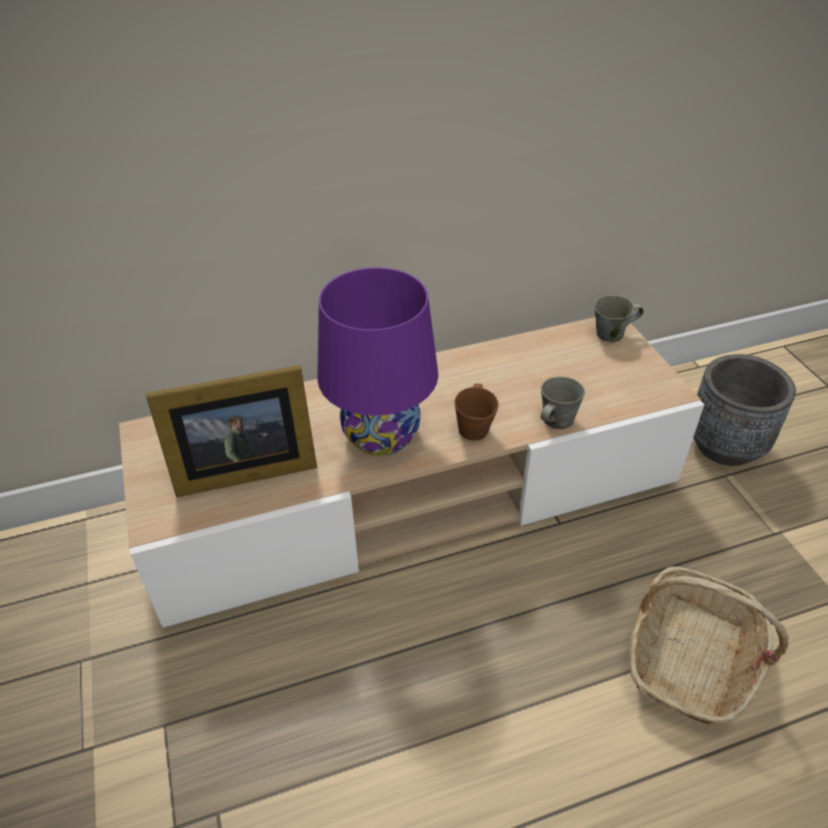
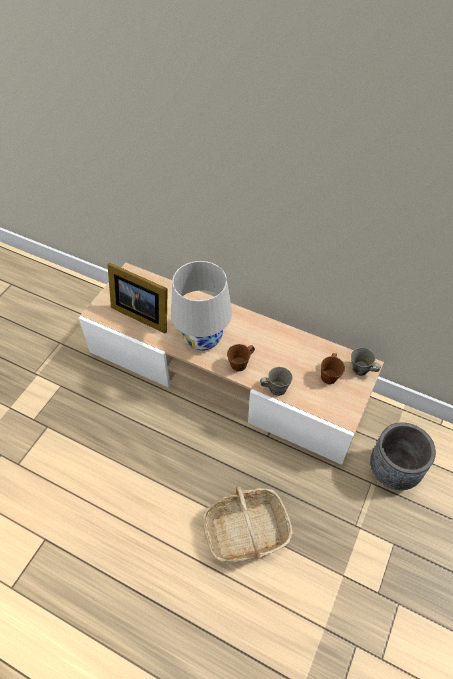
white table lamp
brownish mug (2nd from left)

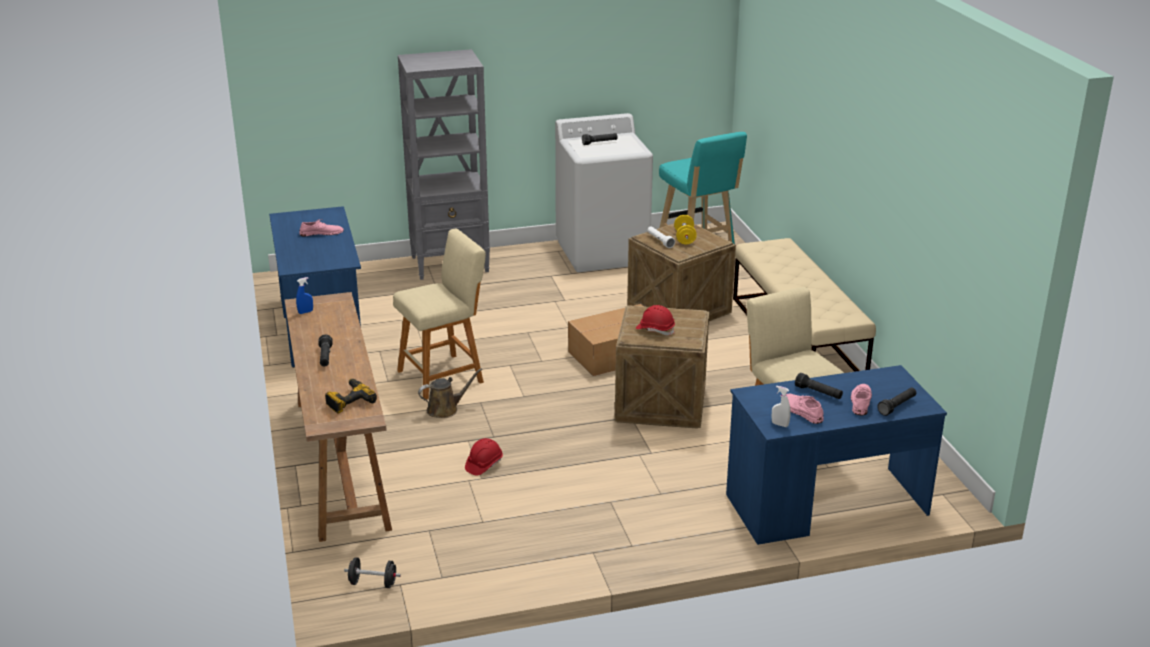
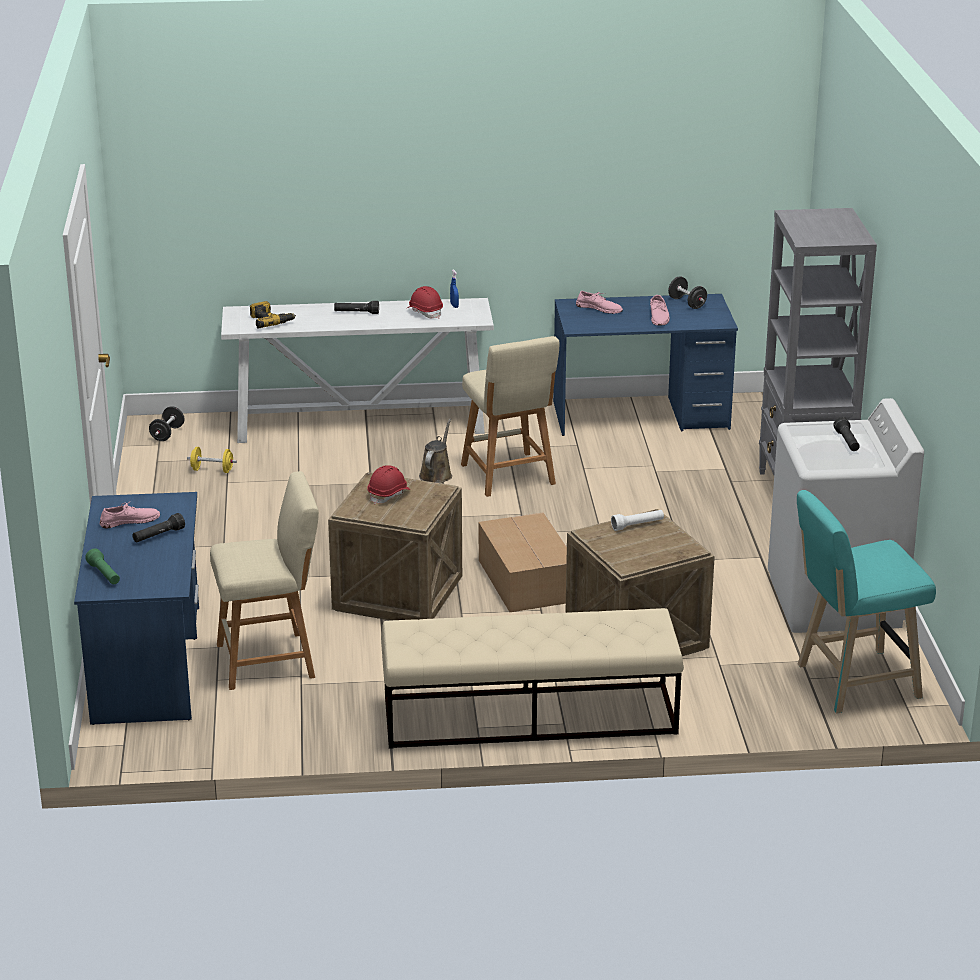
white hall table
brownish watering pot
reddish work helmet (2nd from left)
yellowish dumbbell
white hand sprayer
pink-coloured shoe (2nd from left)
green-coloured torch
black-coloured dumbbell (2nd from left)

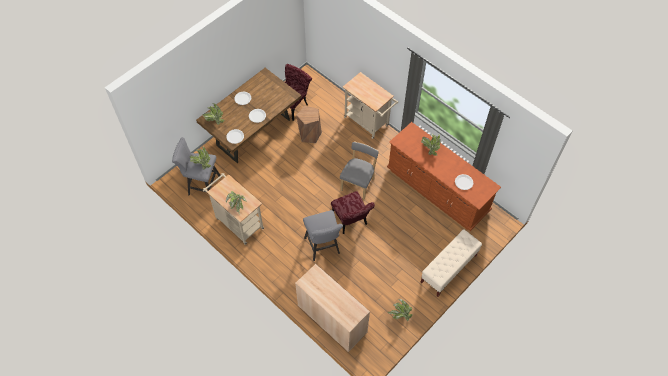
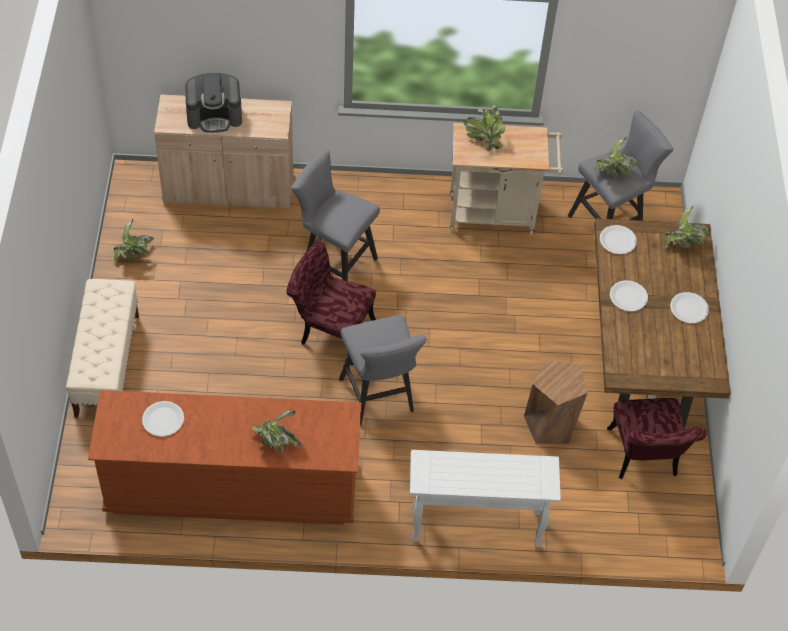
gray sitting stool (2nd from left)
white hall table
coffee machine

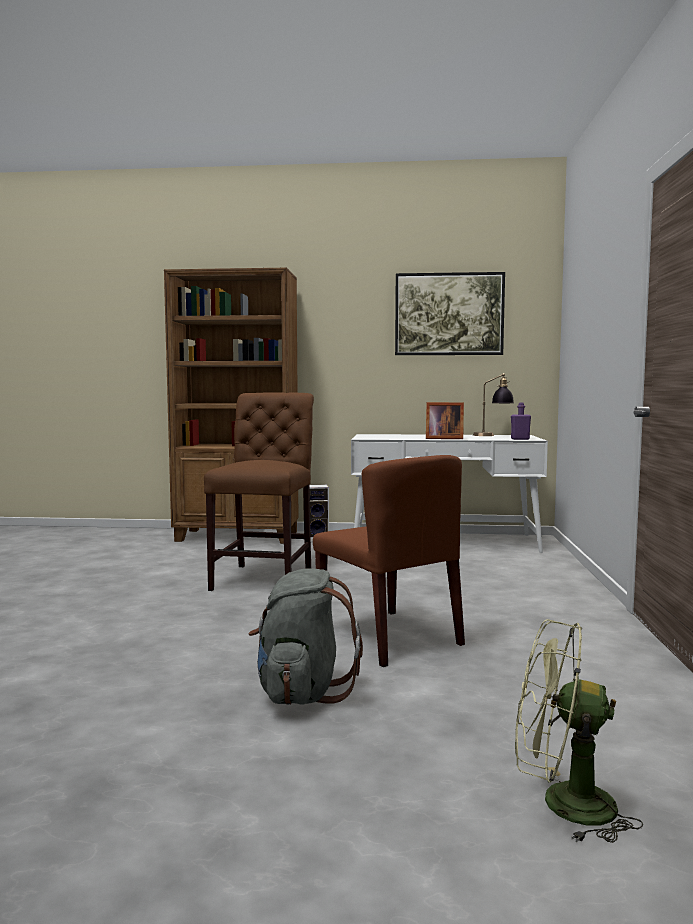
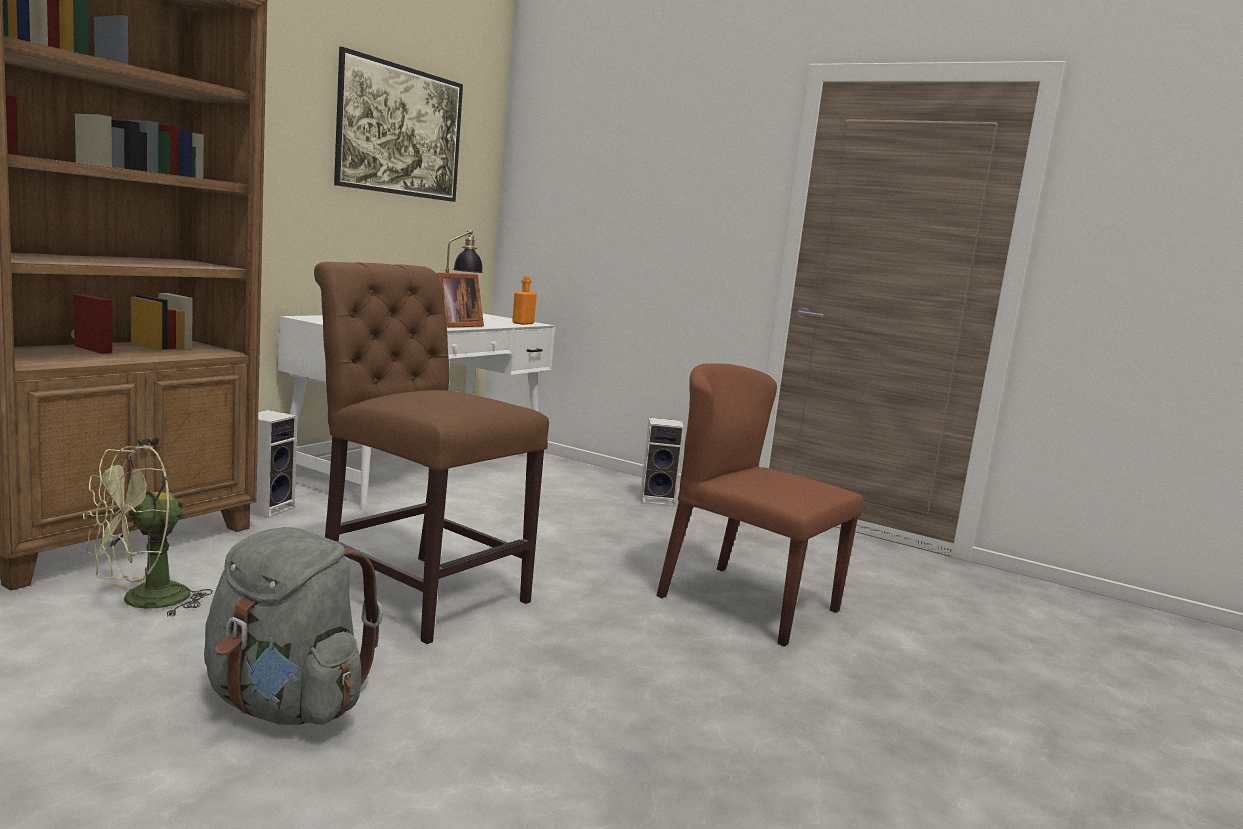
gray rucksack
brownish chair (2nd from left)
orange-coloured bottle
green-coloured electric fan
audio speaker (2nd from left)

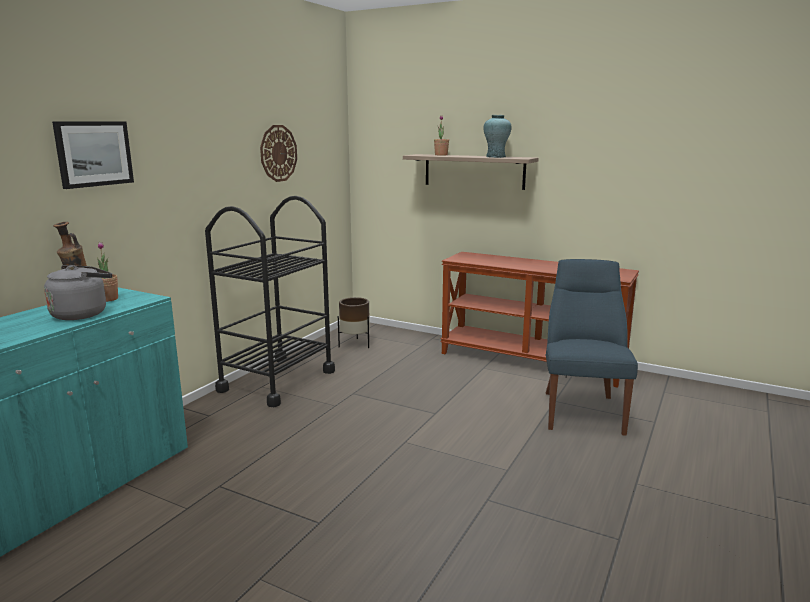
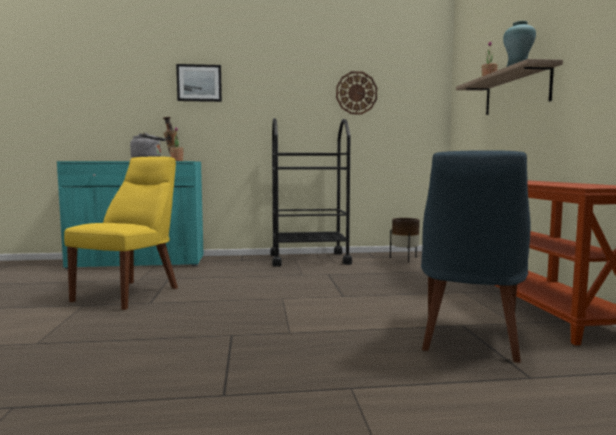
blue-coloured chair
yellowish chair

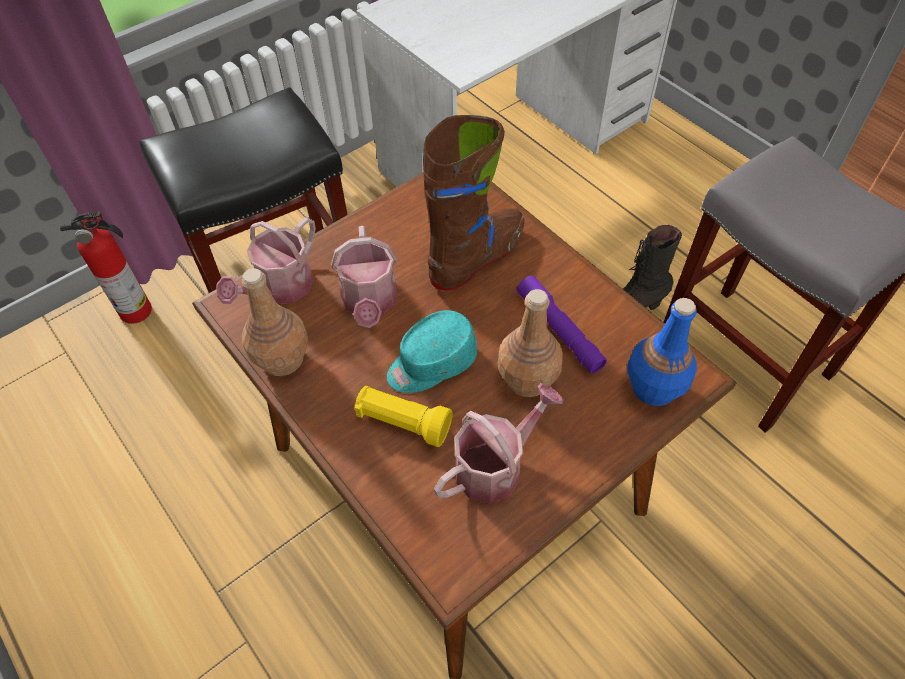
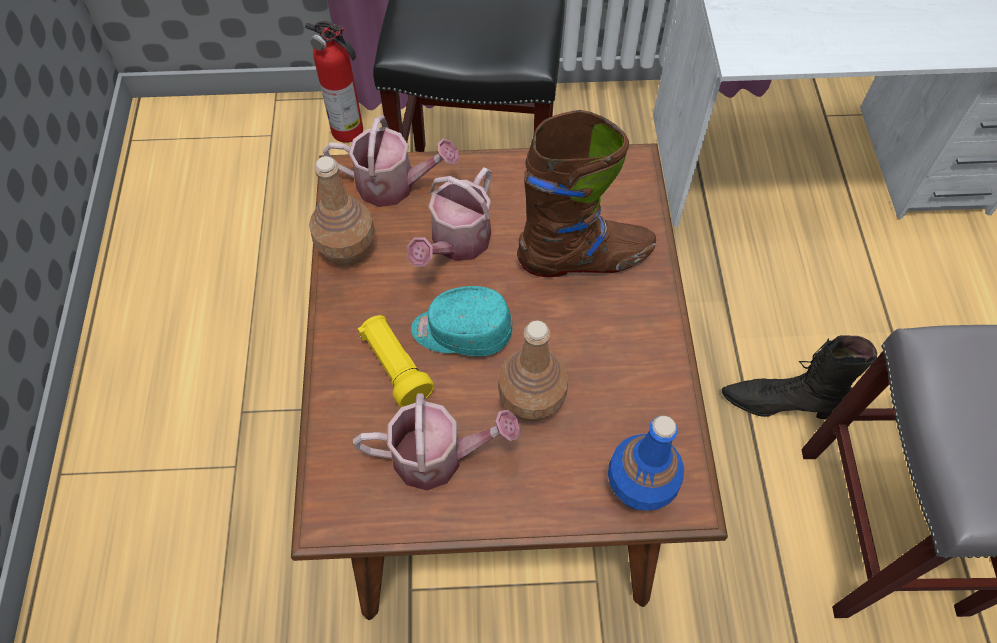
watering pot (1st from left)
purplish torch

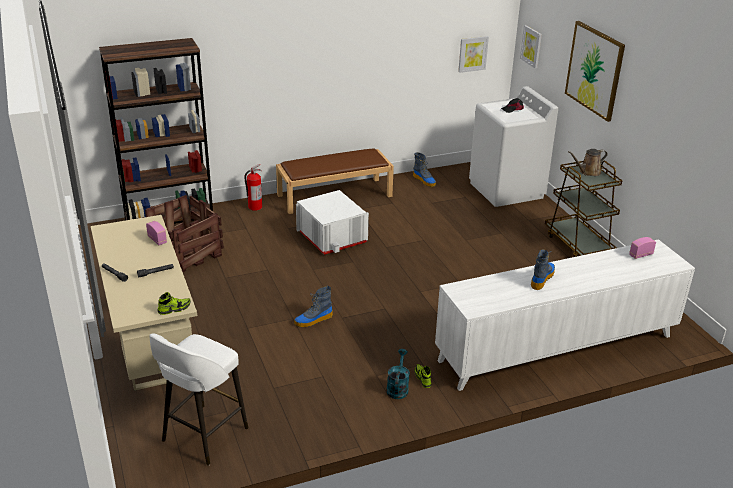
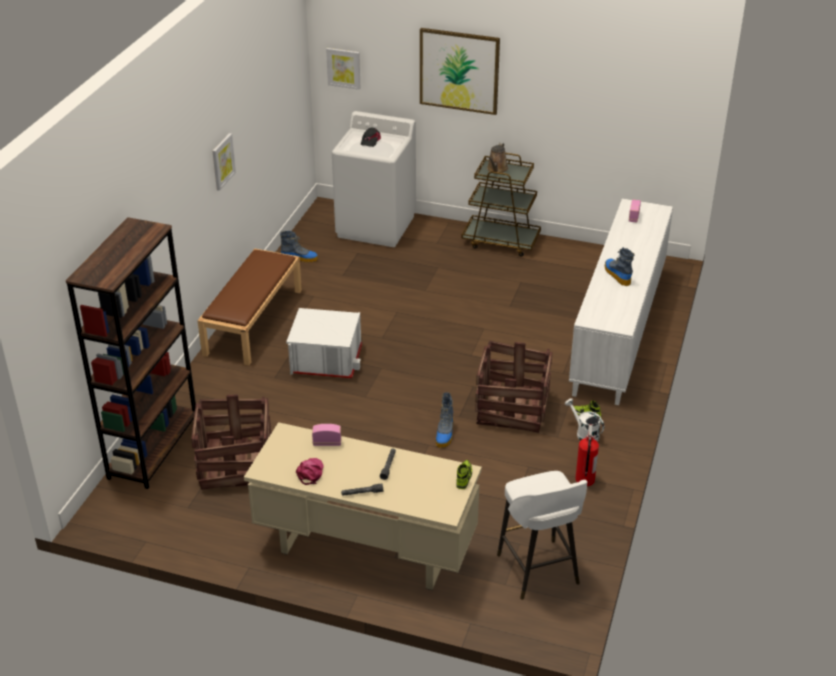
fire extinguisher
white watering pot
wall art (1st from left)
pink-coloured baseball cap
crate (2nd from left)

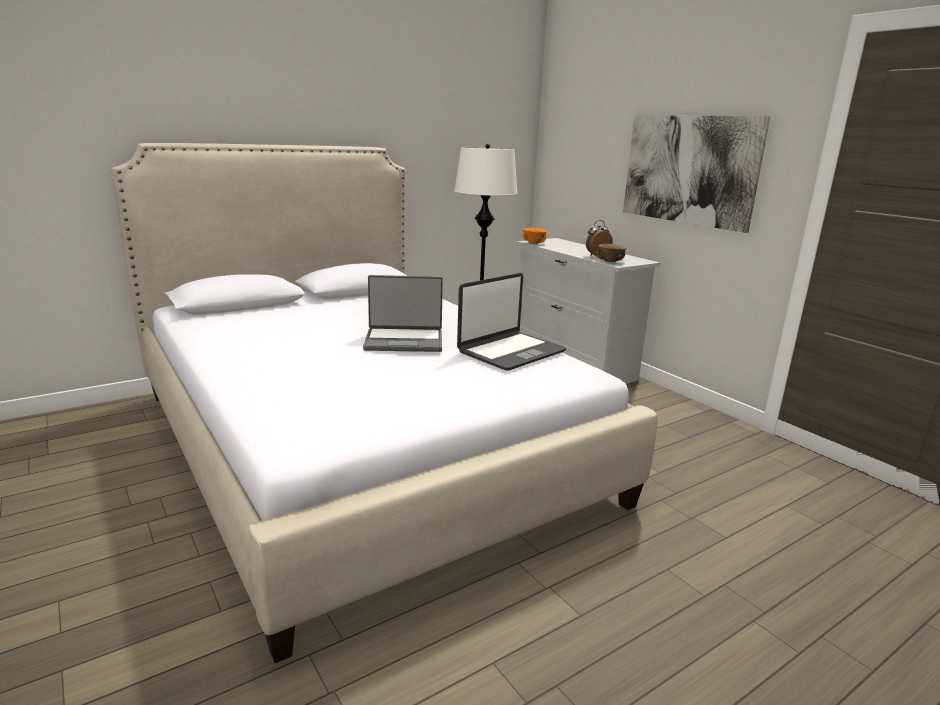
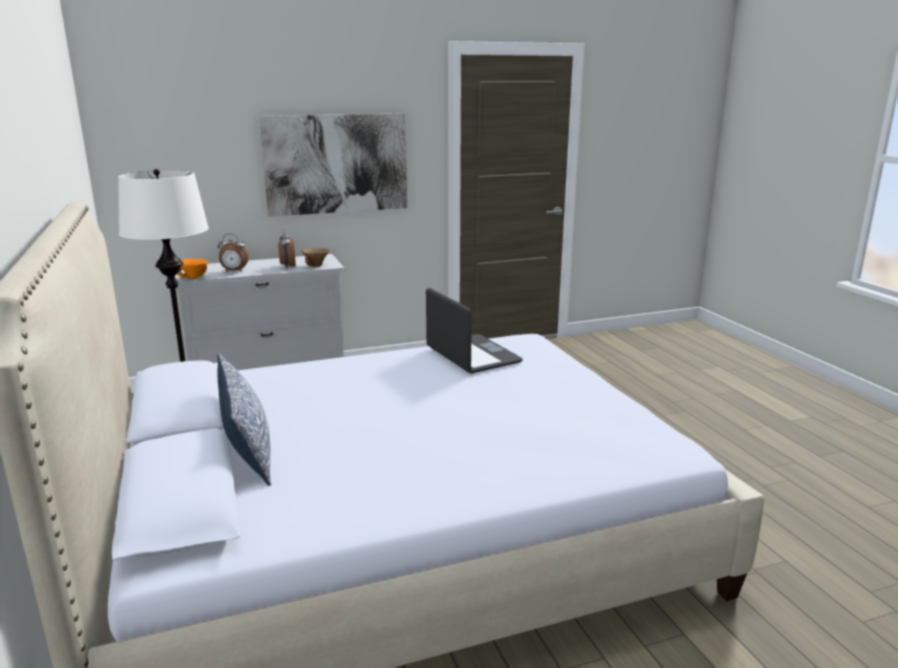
laptop (1st from left in the first image)
cushion
table clock (1st from left)

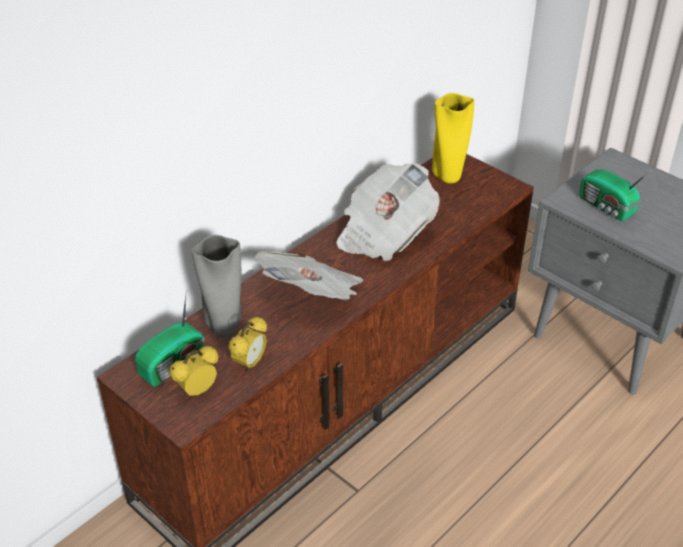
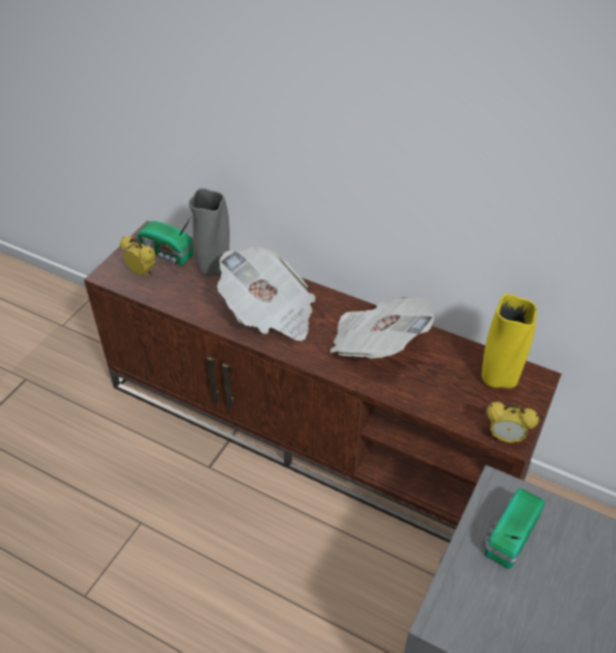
table clock (2nd from left)

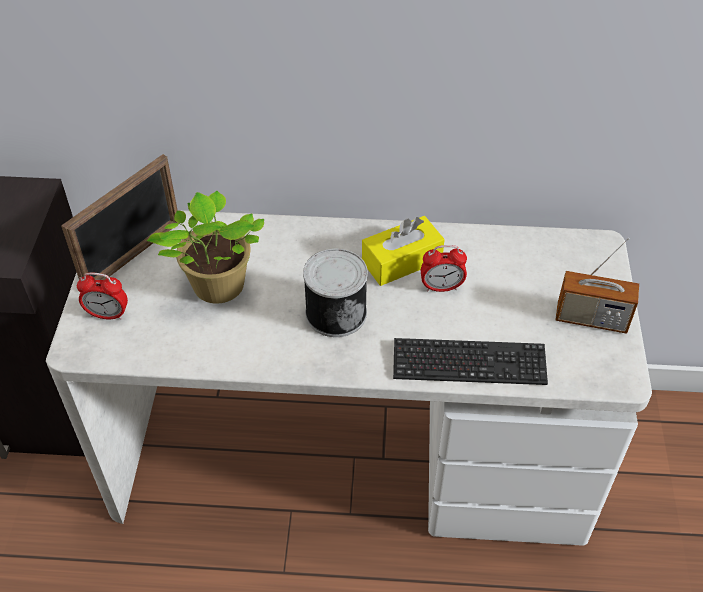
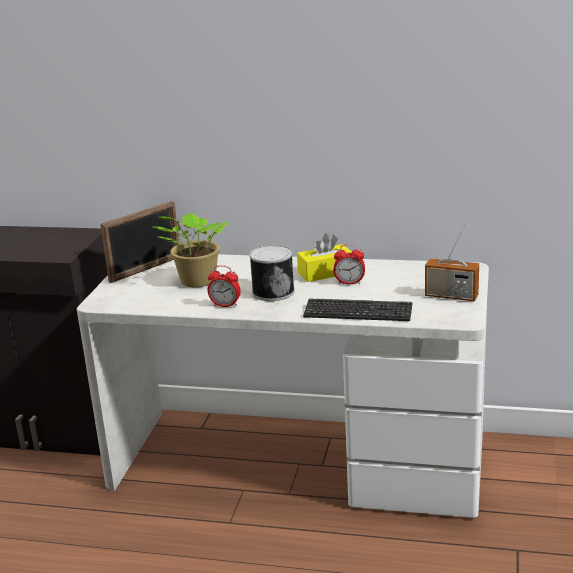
table clock (1st from left)

